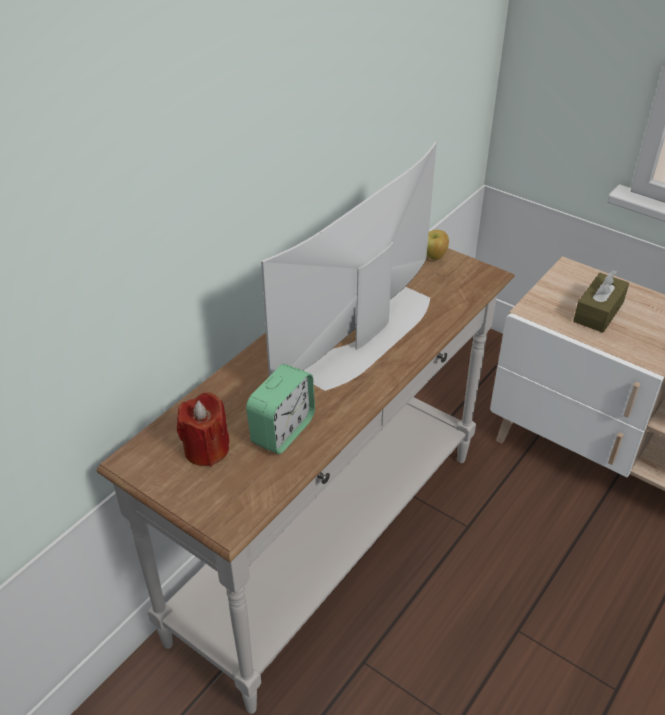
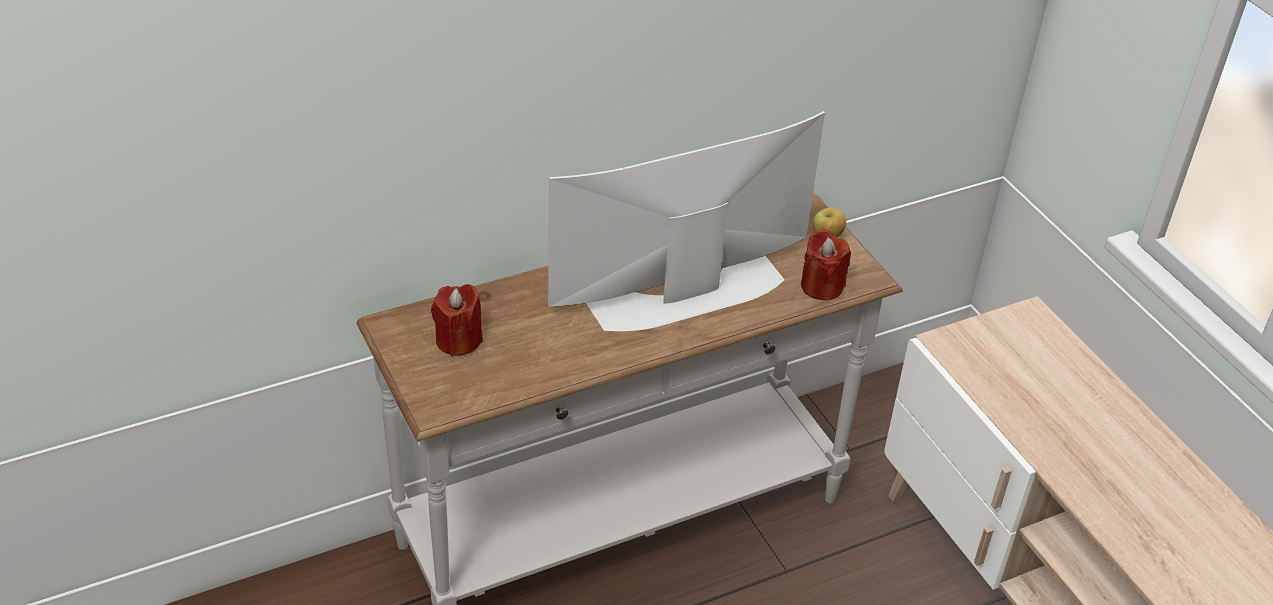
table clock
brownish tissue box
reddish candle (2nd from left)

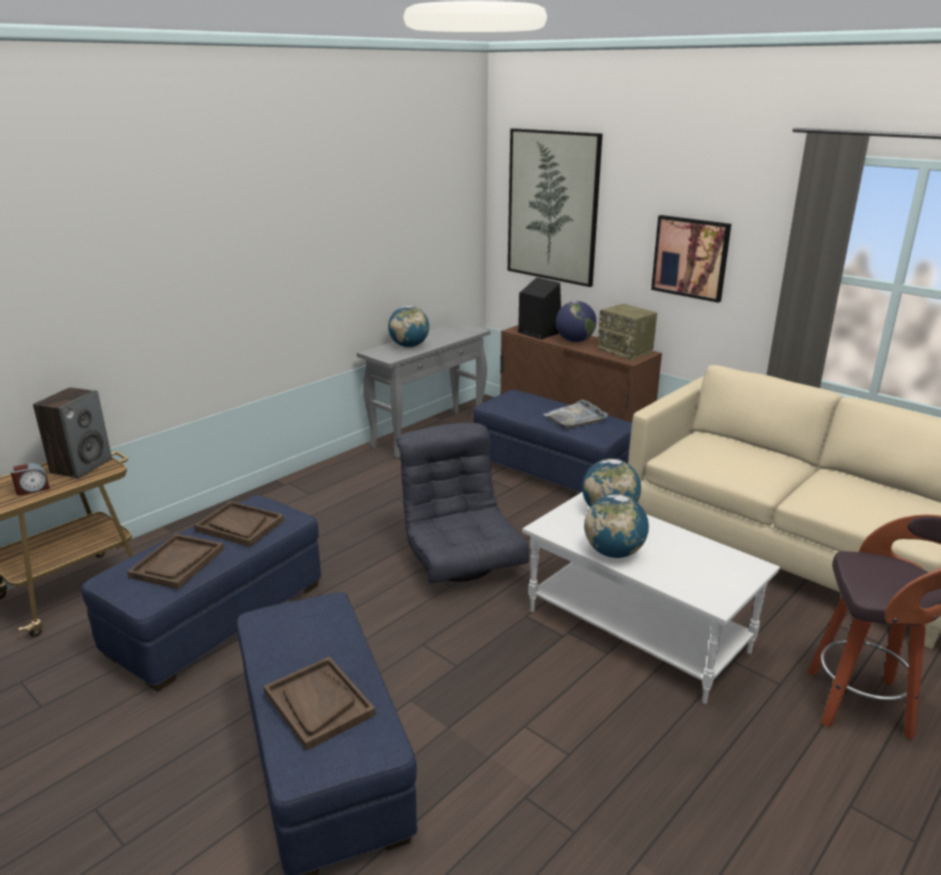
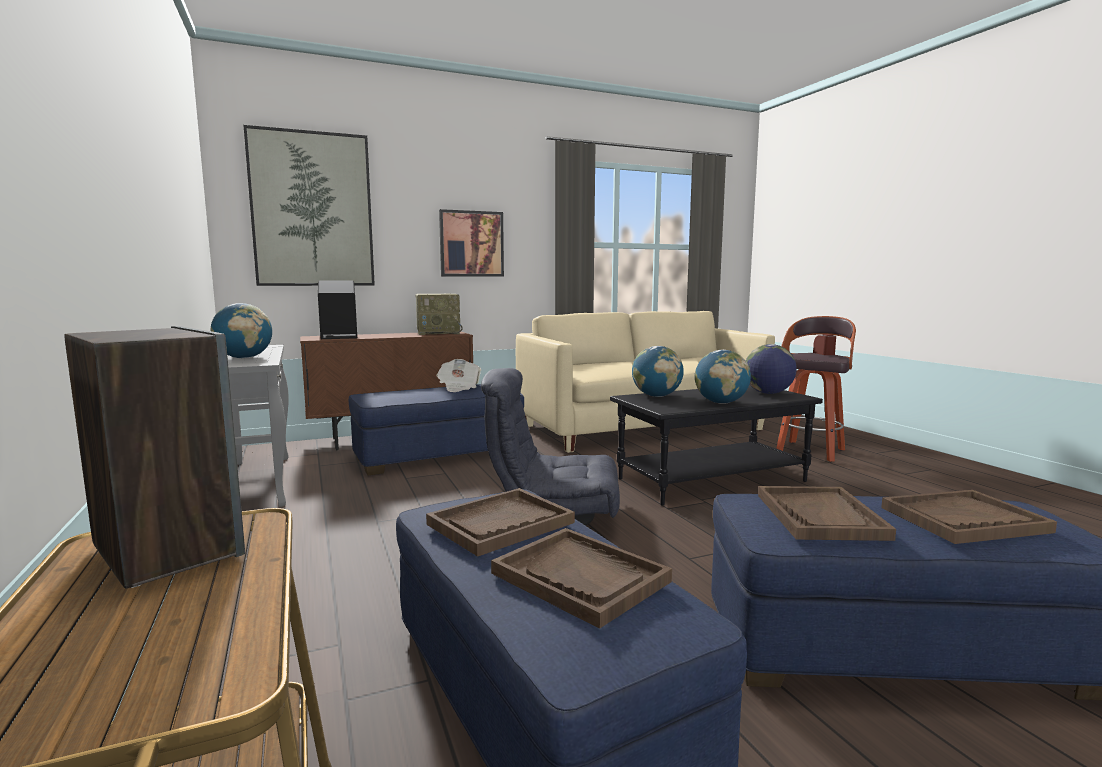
table clock
black-coloured low table
daily paper
world globe (4th from left)
brownish tray (3rd from left)

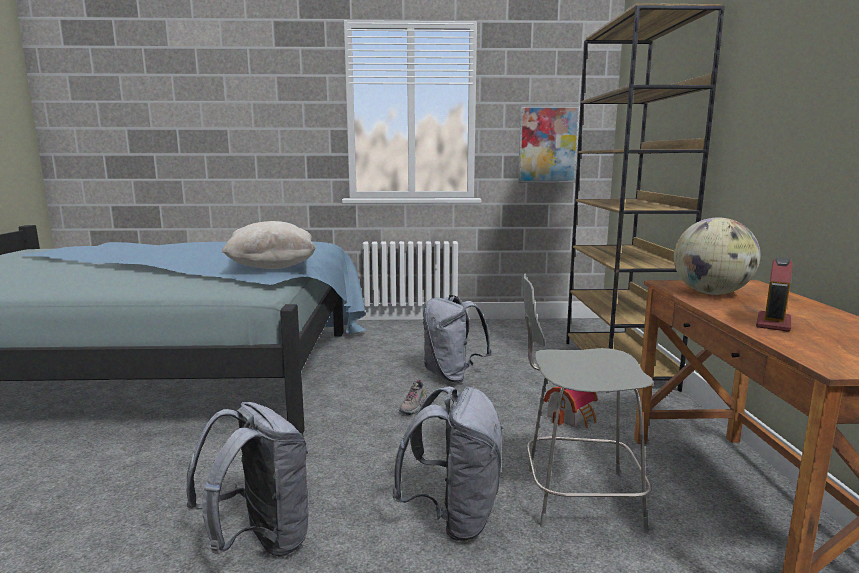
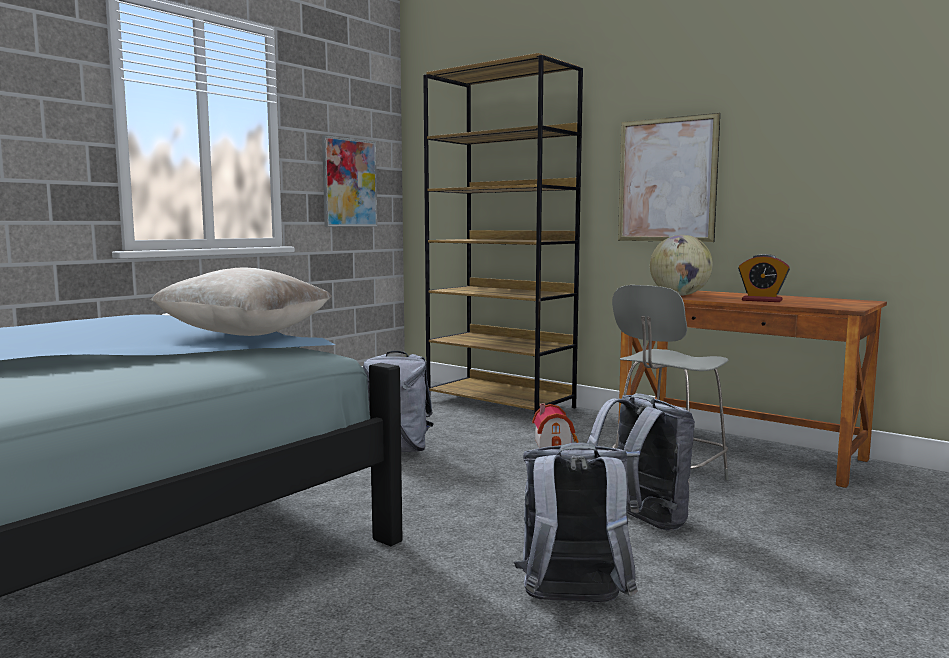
shoe
table clock
wall art (2nd from left)

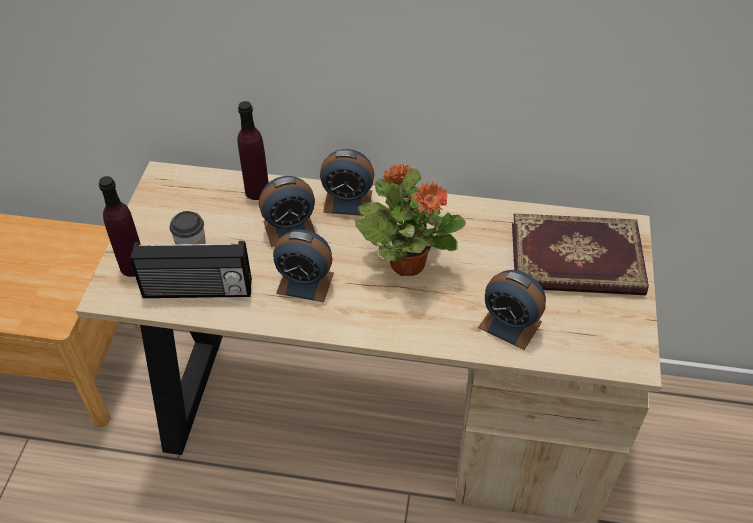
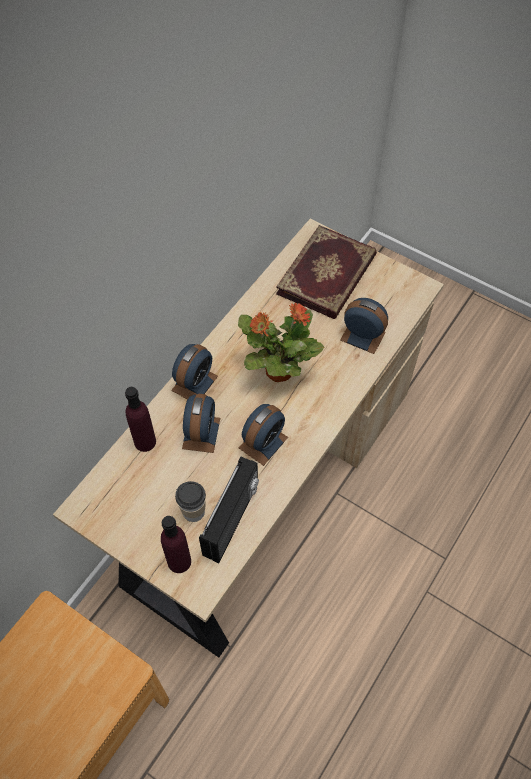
table clock (4th from left)

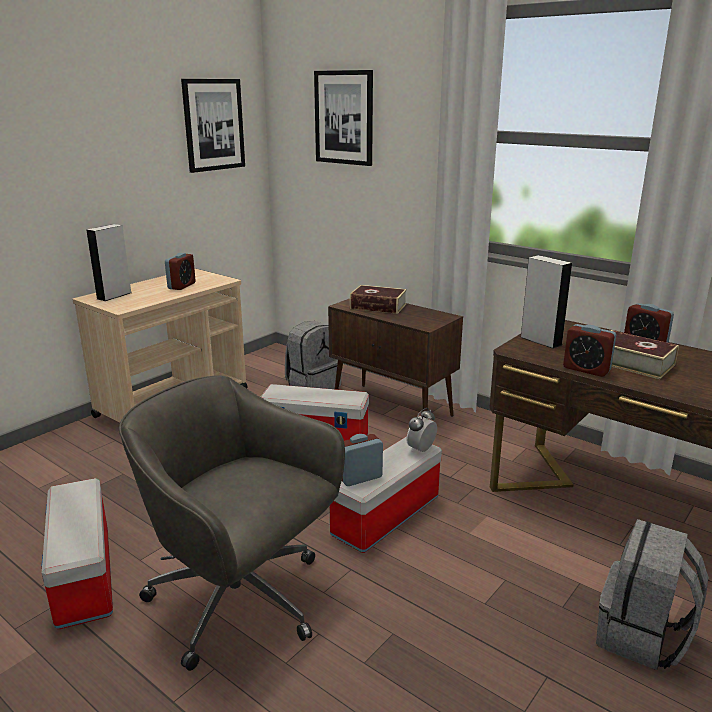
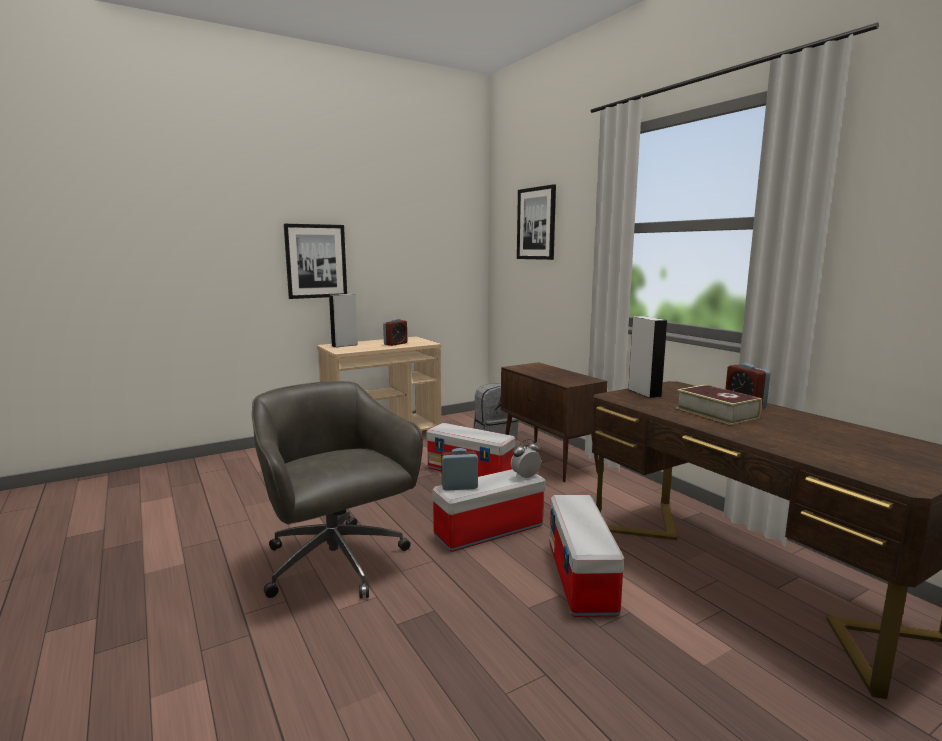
storage box (3rd from left)
wall art (1st from left)
volume (1st from left in the first image)
table clock (4th from left in the first image)
gray rucksack (2nd from left in the first image)

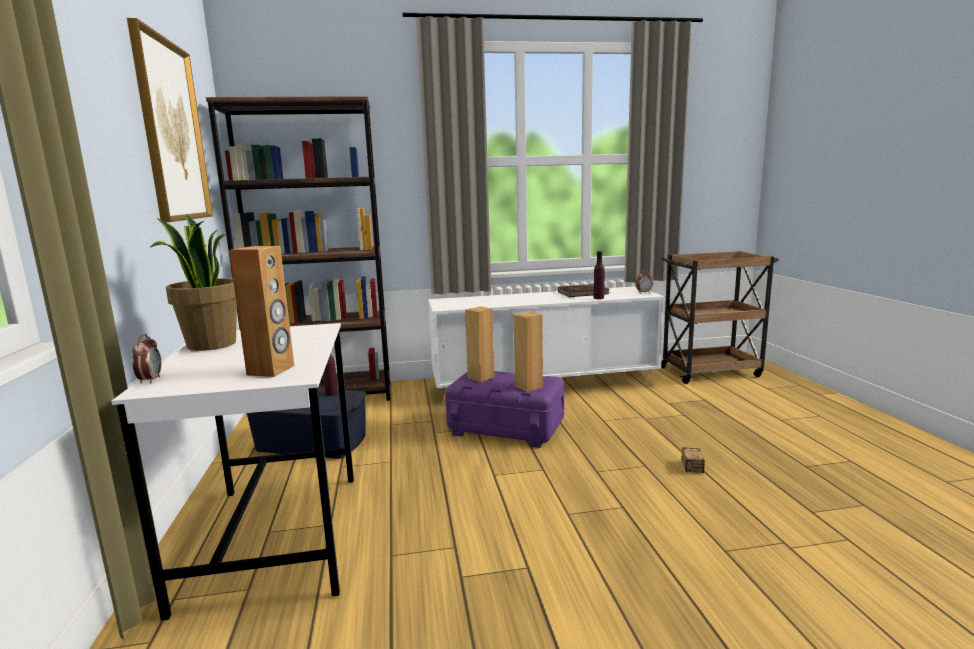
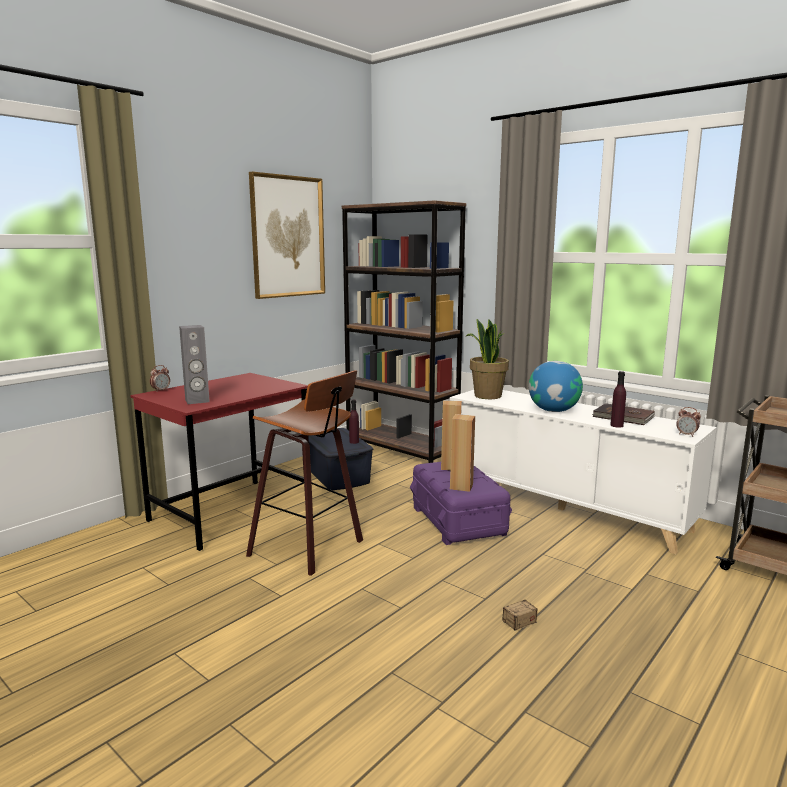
reddish desk table
potted plant
gray audio speaker
sitting stool
world globe

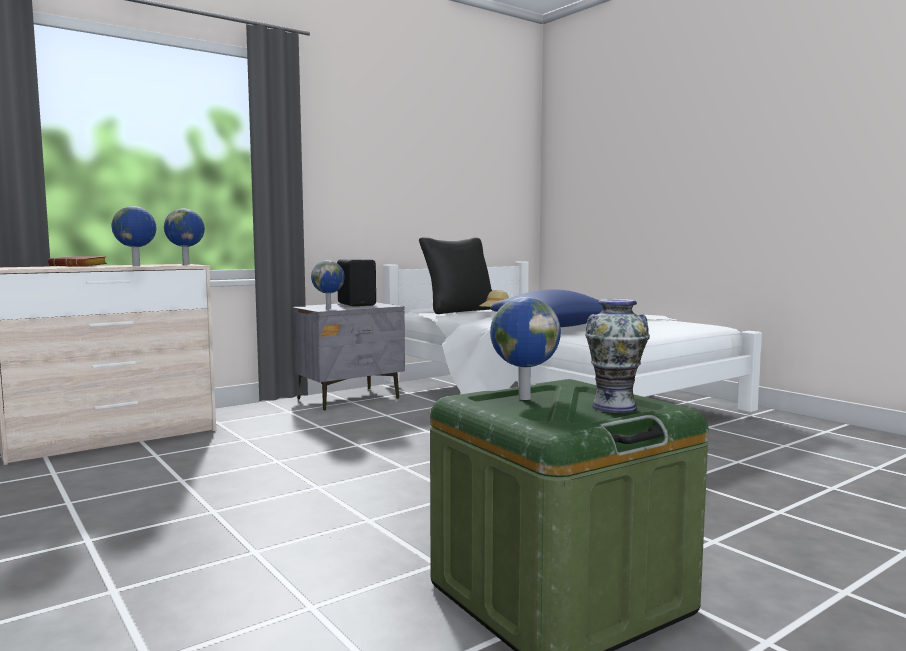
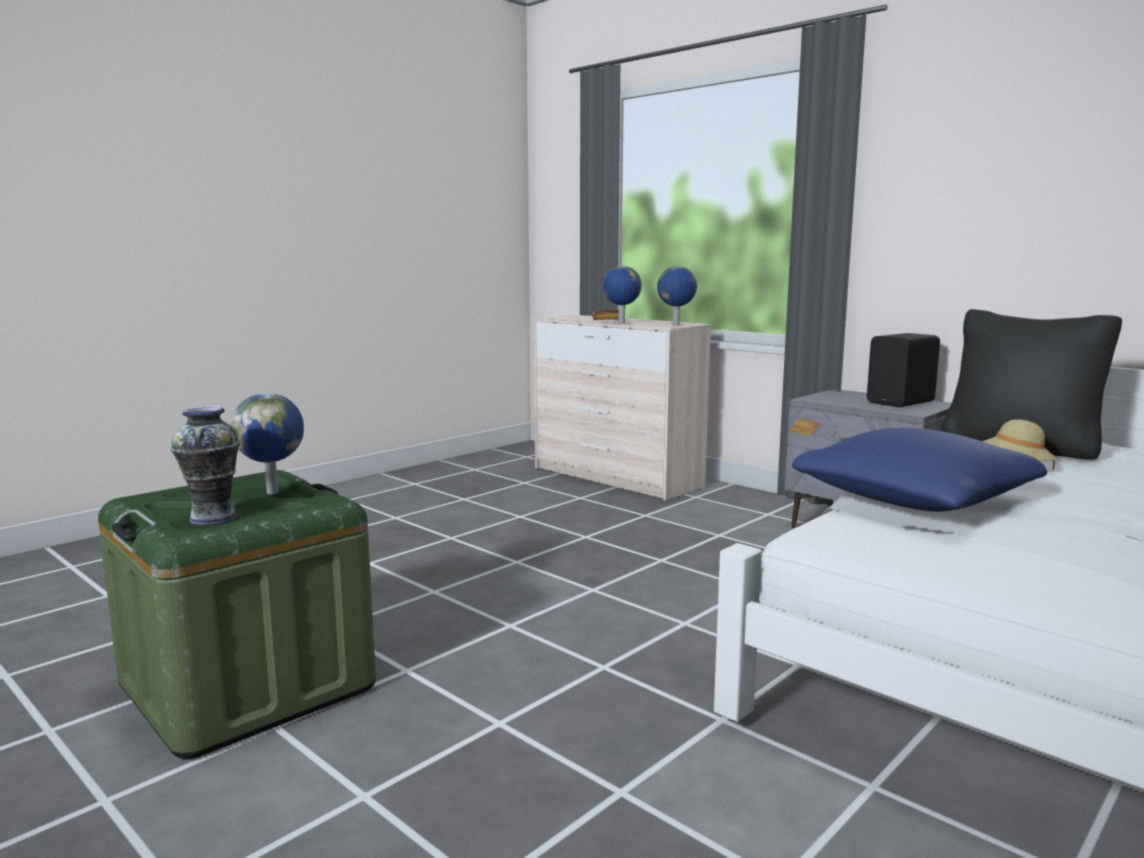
world globe (3rd from left in the first image)

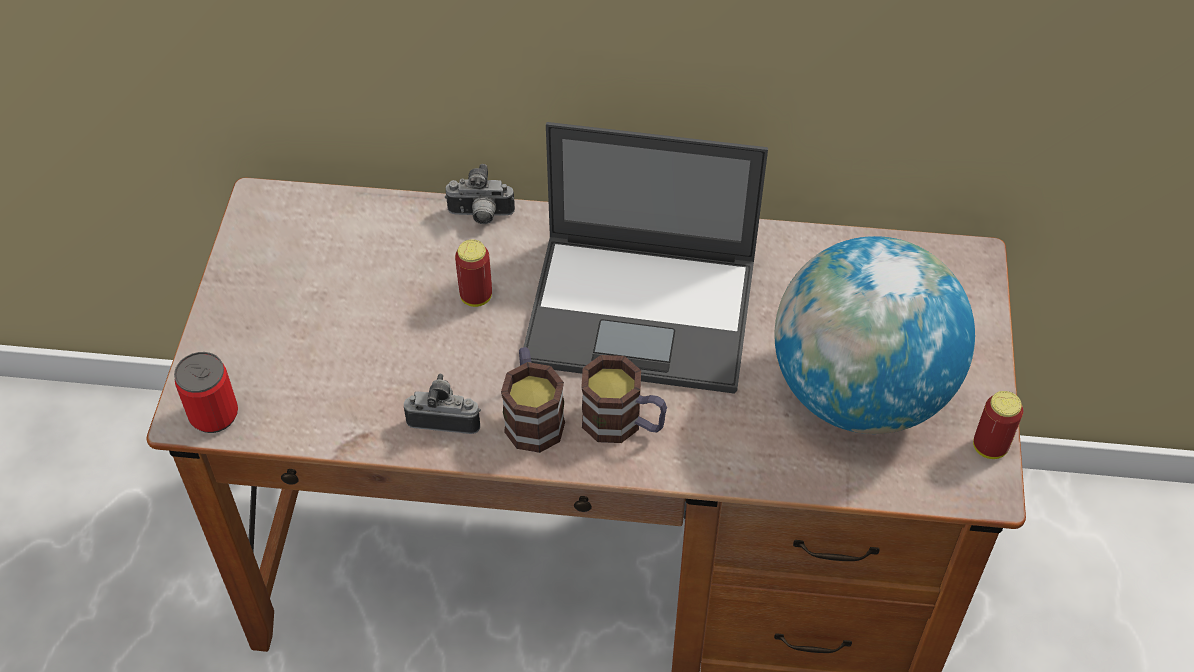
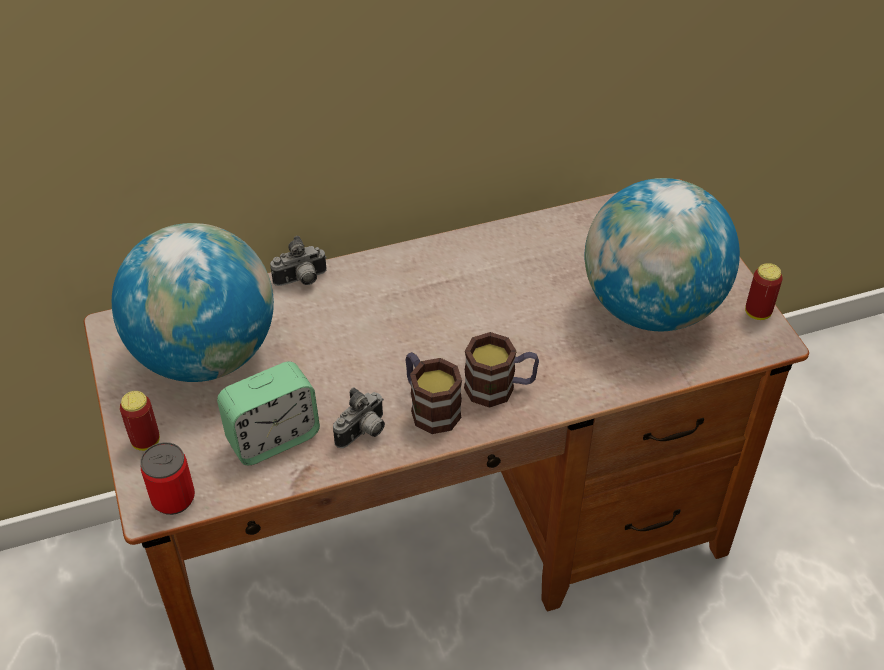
photo camera (2nd from left)
sealed can (1st from left)
laptop
world globe (1st from left)
table clock

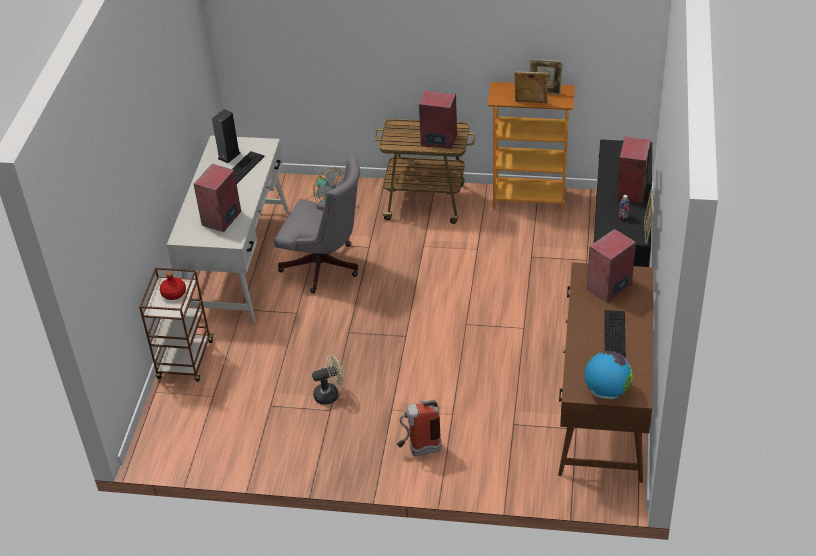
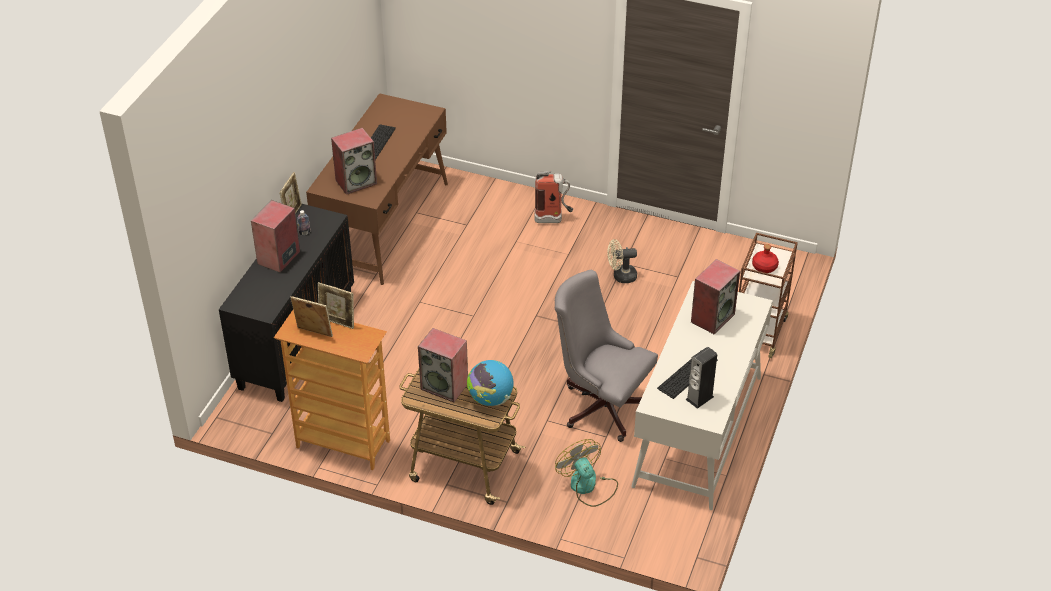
world globe

